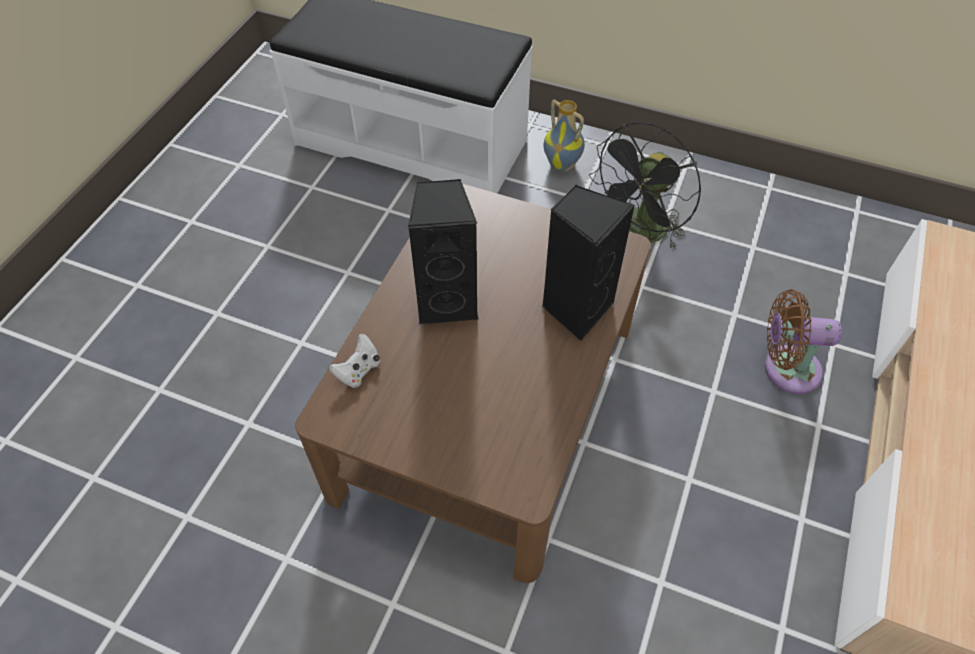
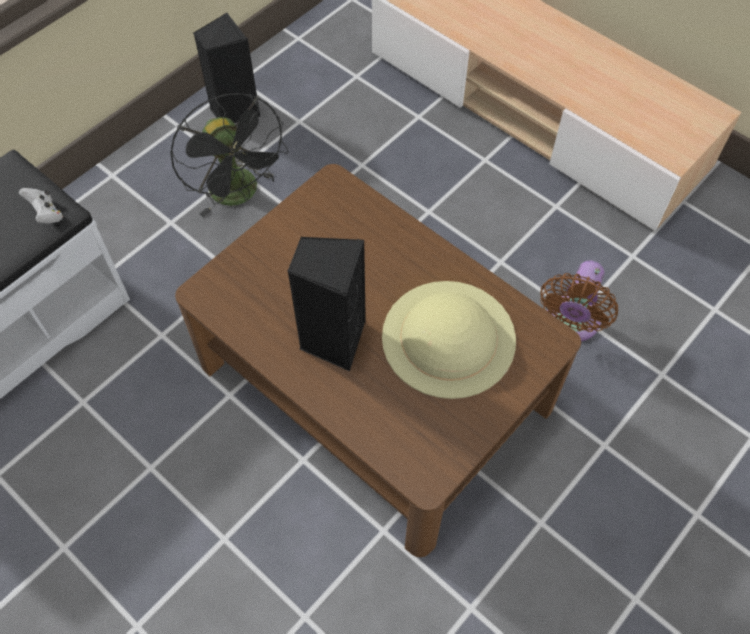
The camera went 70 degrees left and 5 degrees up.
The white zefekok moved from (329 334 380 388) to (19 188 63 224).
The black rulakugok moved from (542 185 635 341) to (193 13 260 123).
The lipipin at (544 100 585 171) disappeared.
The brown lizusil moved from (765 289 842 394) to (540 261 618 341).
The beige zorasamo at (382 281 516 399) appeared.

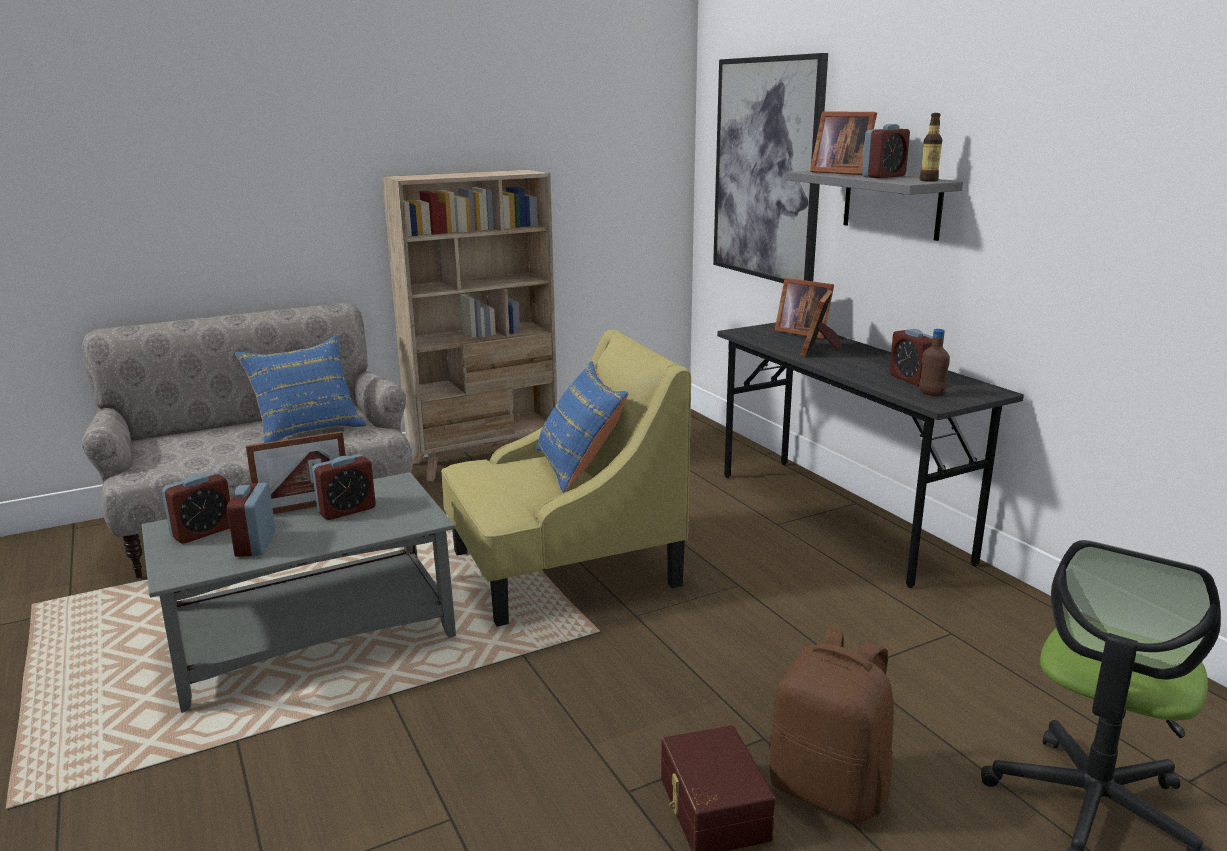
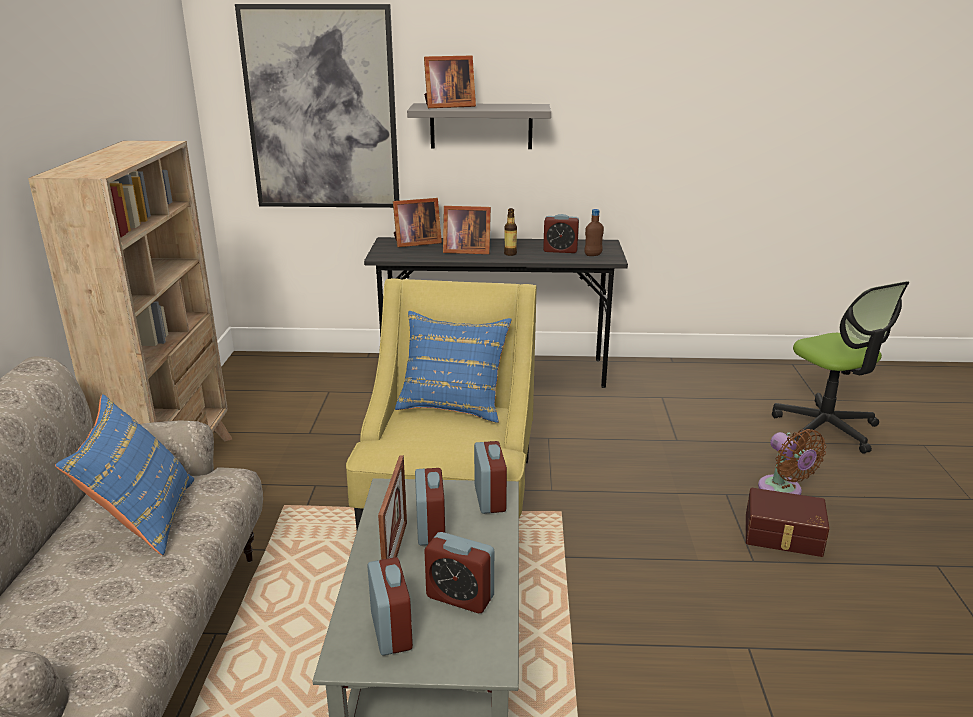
The camera went 60 degrees left and 5 degrees up.
The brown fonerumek at (769 629 894 823) was replaced by the brown lizusil at (758 429 826 495).
The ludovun at (800 290 842 357) turned 45 degrees counterclockwise.
The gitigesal moved from (862 124 910 178) to (474 441 507 514).
The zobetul moved from (920 113 942 182) to (504 208 517 256).

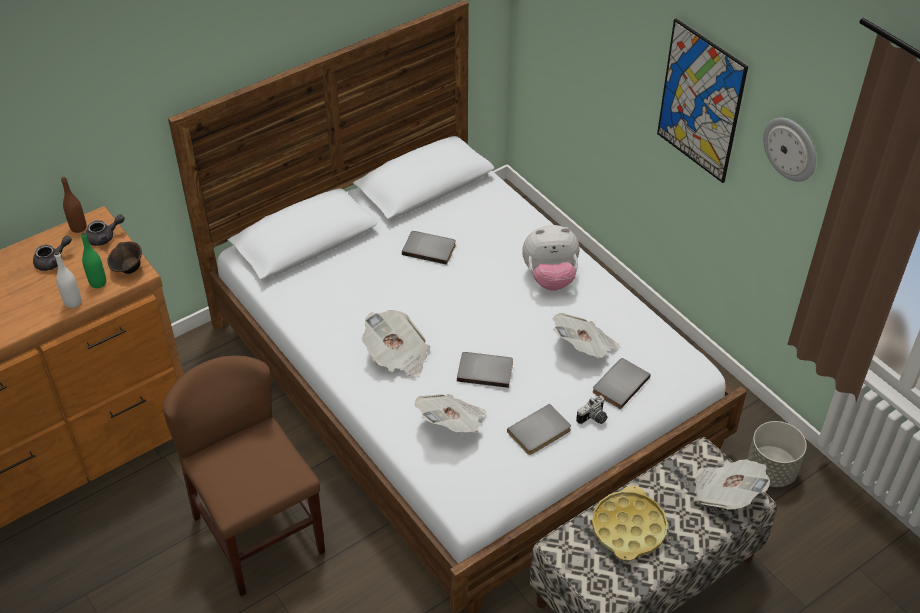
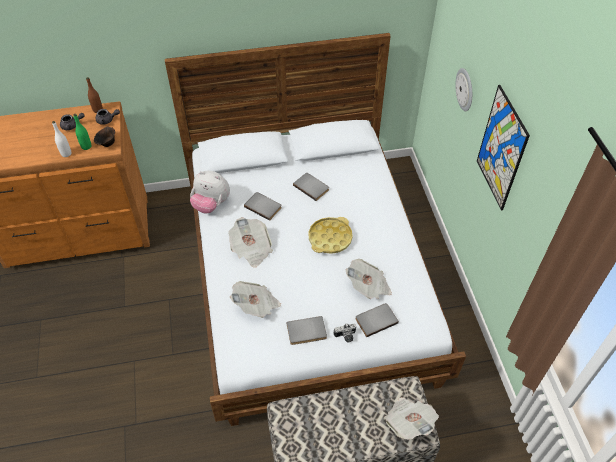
The camera went 25 degrees right and 5 degrees up.
The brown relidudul at (163 355 325 597) disappeared.
The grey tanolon moved from (457 352 513 388) to (244 192 282 221).
The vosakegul moved from (522 225 579 291) to (190 171 230 214).
The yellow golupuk moved from (592 485 668 561) to (308 217 353 254).
The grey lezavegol at (747 421 807 487) disappeared.
The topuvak moved from (763 118 816 182) to (455 68 472 111).

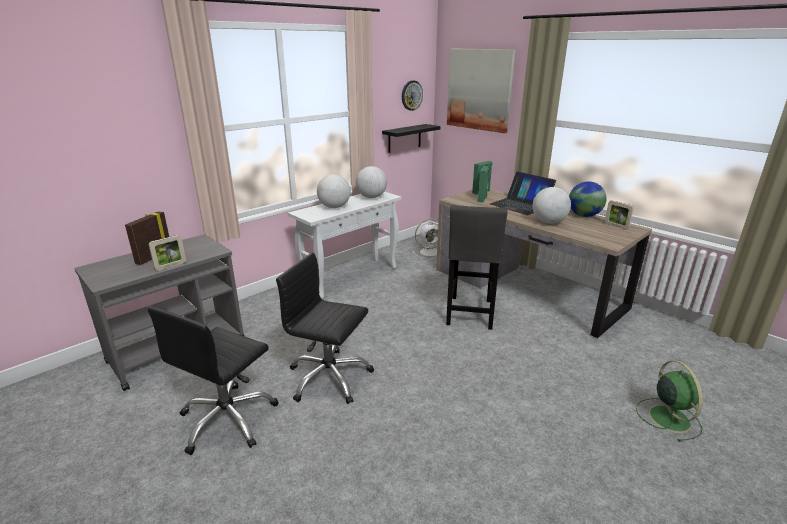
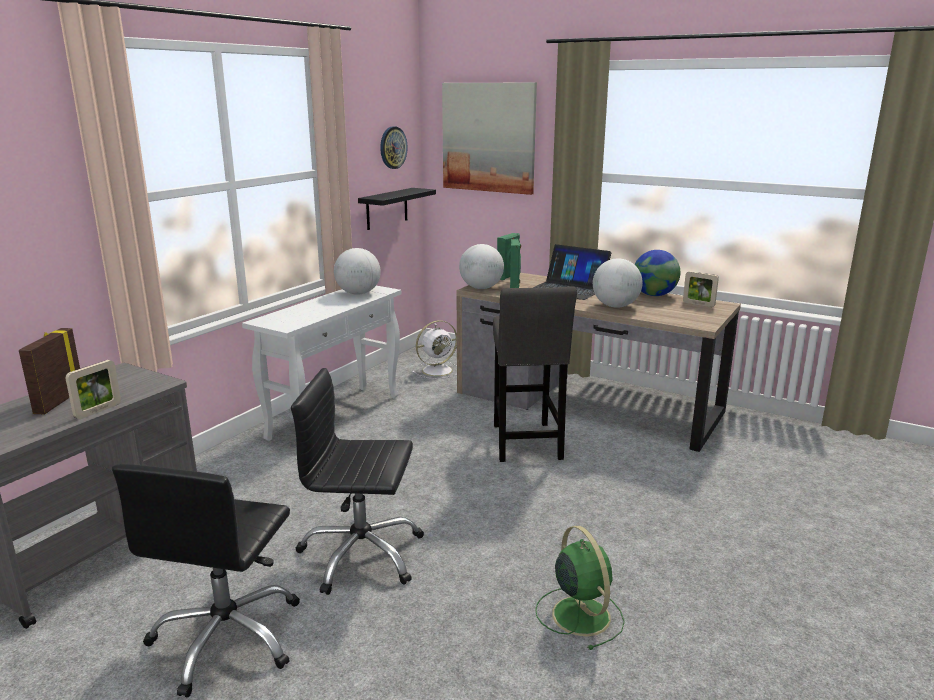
The camera went 15 degrees left and 5 degrees down.
The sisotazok moved from (317 174 350 208) to (459 244 504 289).
The green lizusil moved from (636 360 703 442) to (535 526 625 650).

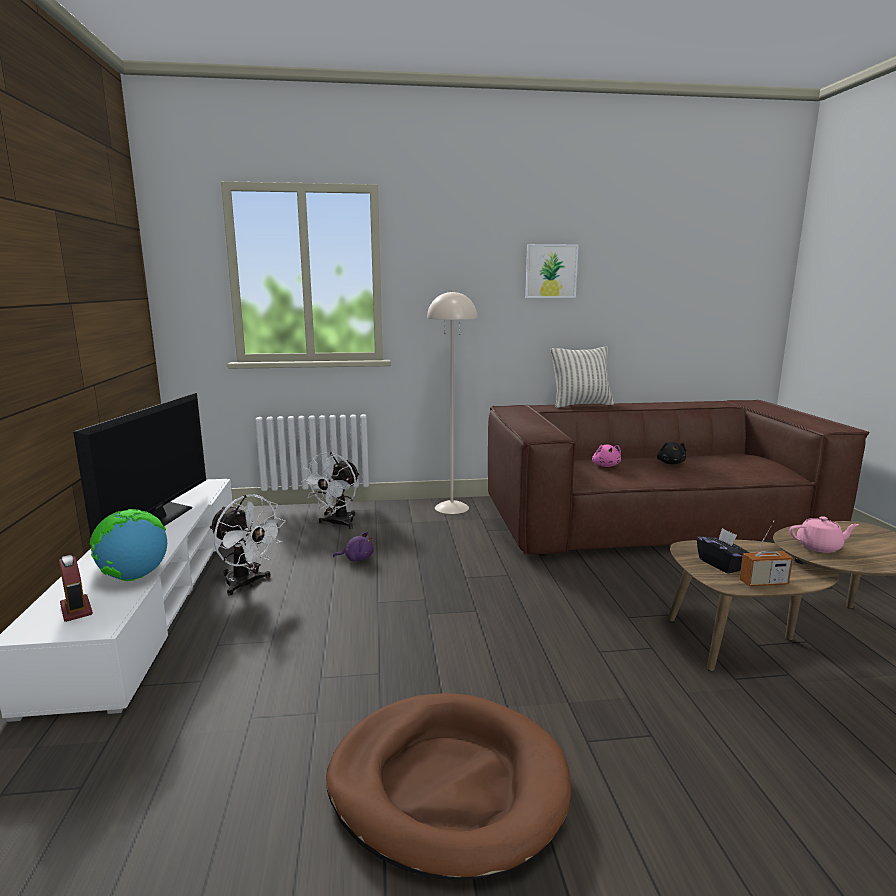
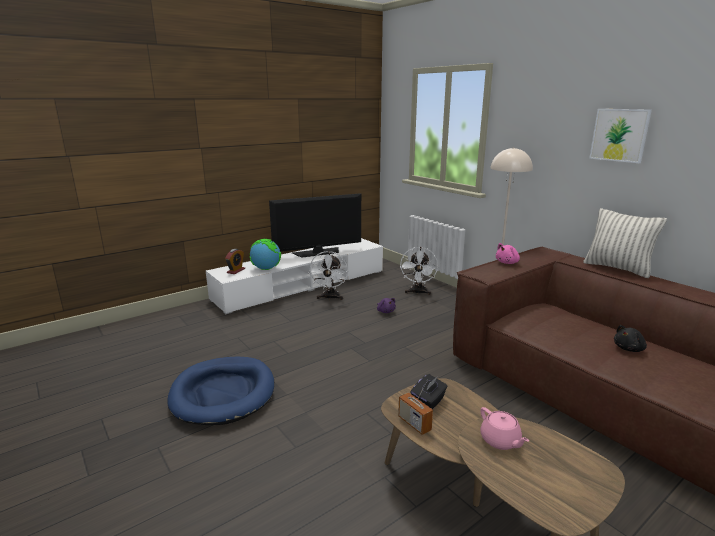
The camera went 60 degrees right and 5 degrees up.
The white lizusil at (301 452 360 529) turned 75 degrees counterclockwise.
The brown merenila at (326 693 571 881) became the blue merenila at (167 356 274 425).
The pink vosakegul moved from (592 444 621 467) to (496 243 520 264).

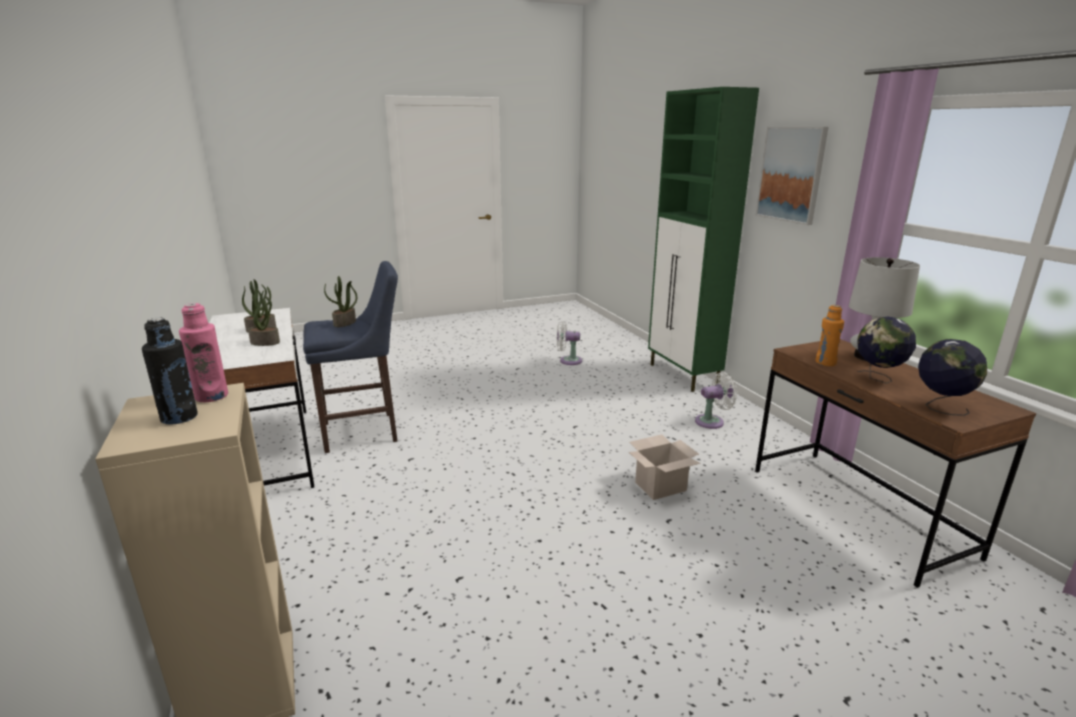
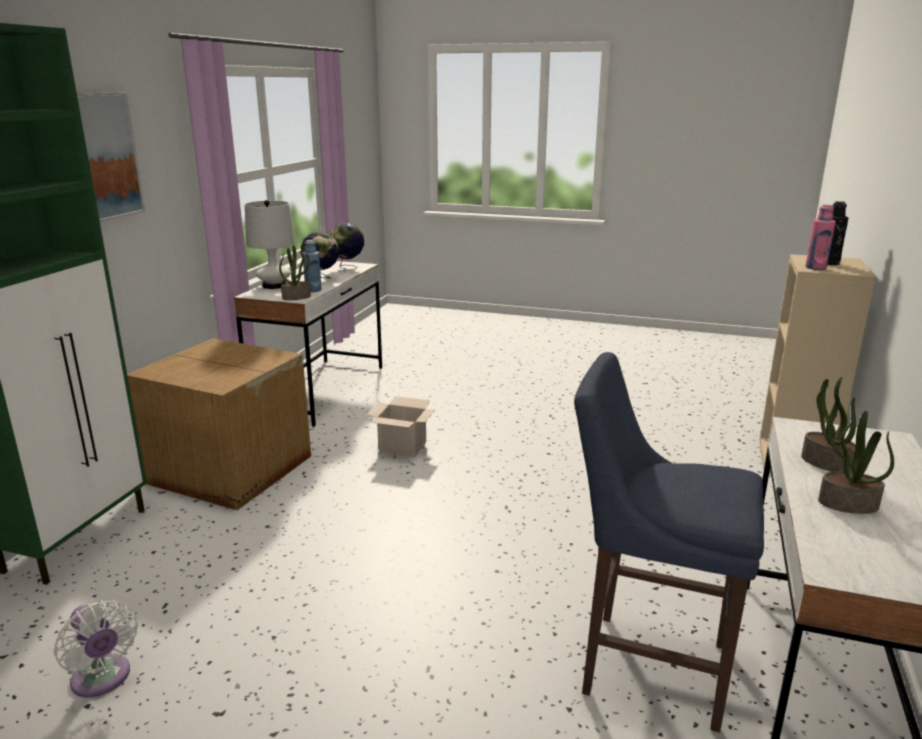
The camera went 140 degrees left and 0 degrees up.
The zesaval moved from (324 276 357 327) to (279 246 311 300).
The white lizusil at (695 372 738 429) was replaced by the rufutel at (127 338 311 510).
The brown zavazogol at (755 339 1036 588) became the white zavazogol at (234 261 382 427).
The orange zobetul at (816 305 844 366) became the blue zobetul at (302 240 322 292).

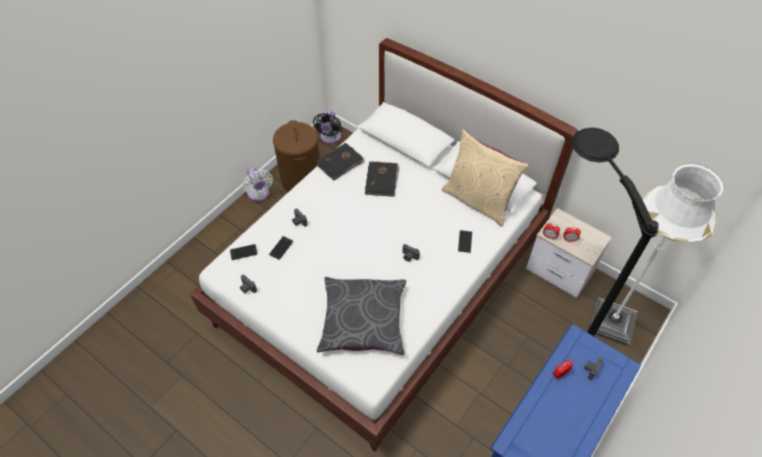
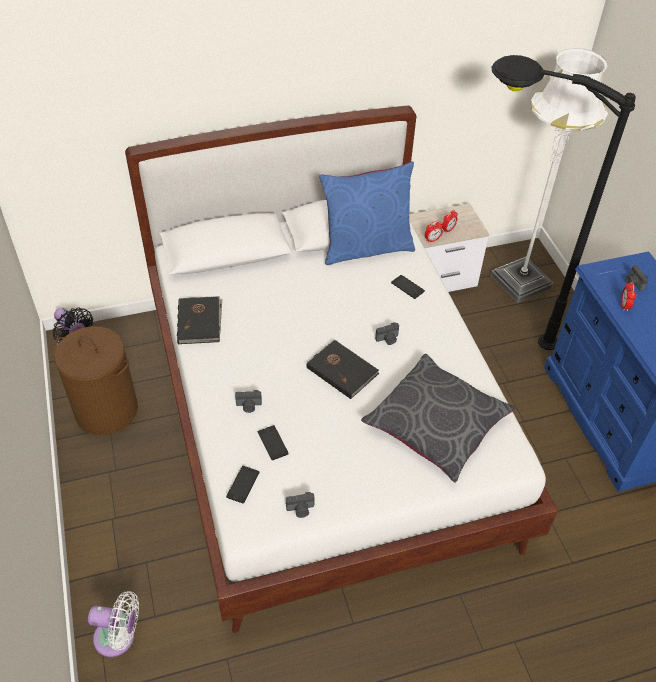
The camera went 55 degrees left and 5 degrees down.
The white lizusil moved from (243 167 273 201) to (88 591 139 657).
The black tanolon moved from (365 162 400 197) to (306 339 379 399).
The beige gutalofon at (442 129 529 227) became the blue gutalofon at (319 161 415 265).

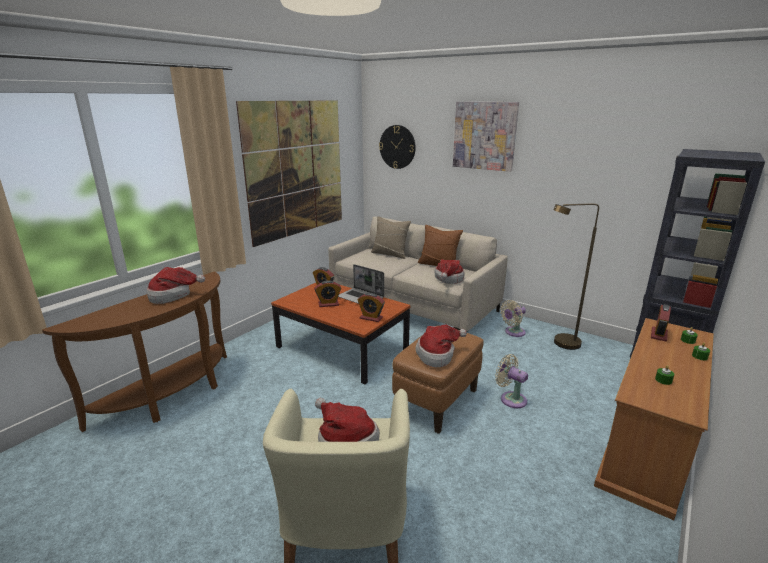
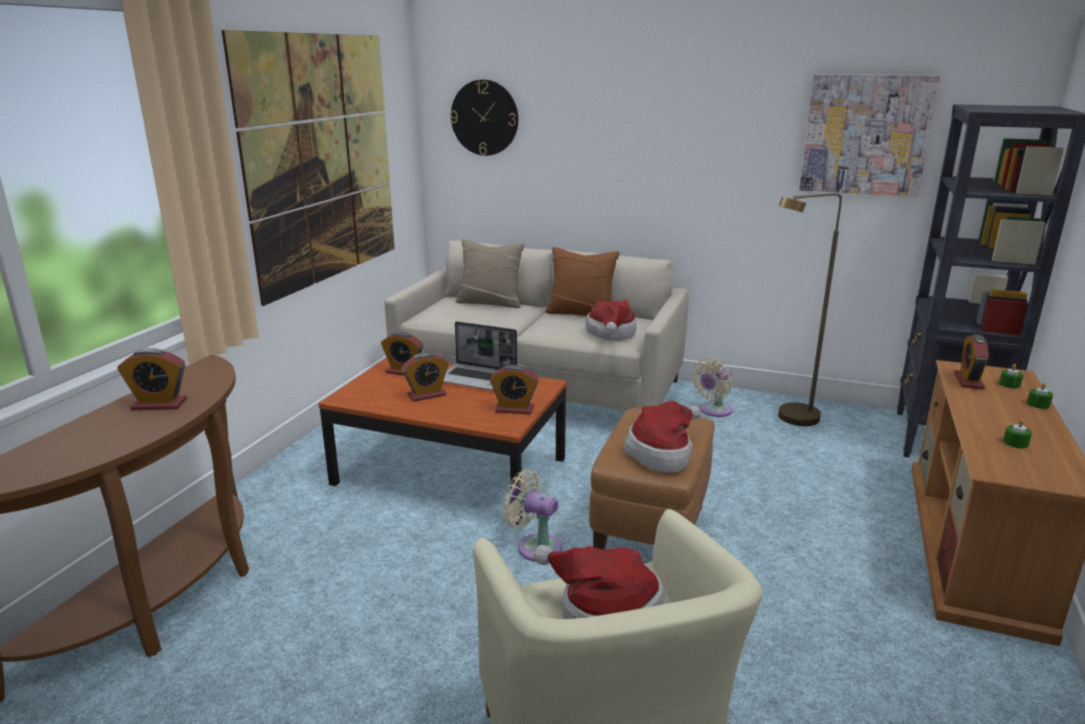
The camera went 15 degrees left and 0 degrees up.
The zorasamo at (147 267 205 304) was replaced by the gitigesal at (117 348 187 410).
The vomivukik moved from (453 102 519 172) to (799 74 940 197).
The beige lizusil moved from (495 354 528 408) to (503 469 562 562).

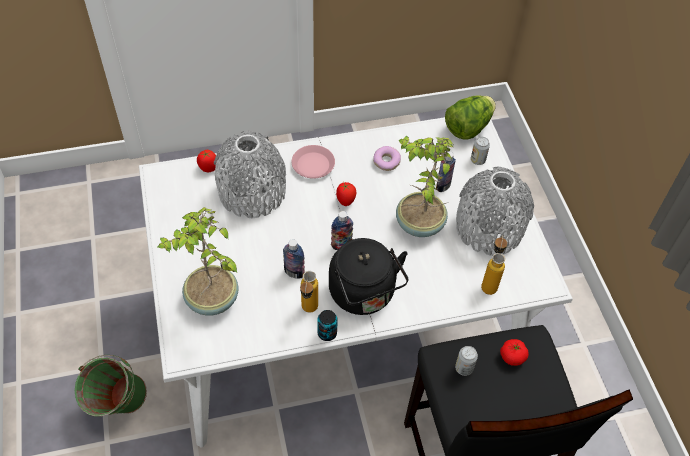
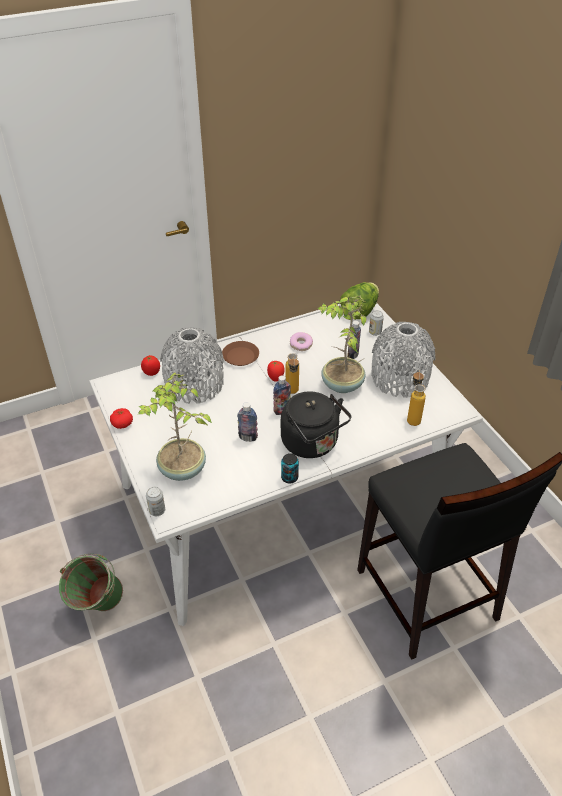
The camera went 10 degrees left and 10 degrees down.
The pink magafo at (292 145 335 178) became the brown magafo at (222 341 259 366).
The zobetul moved from (300 271 318 313) to (286 353 299 394).
The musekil moved from (455 346 478 376) to (146 487 165 516).
The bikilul moved from (500 339 529 366) to (110 408 133 429).

